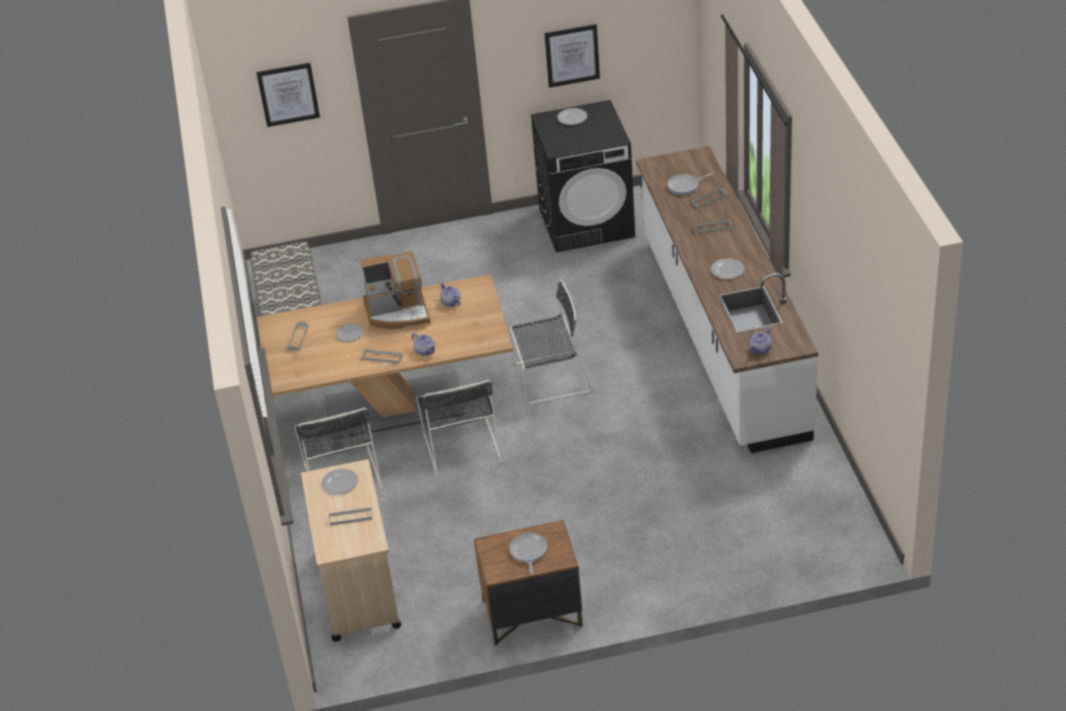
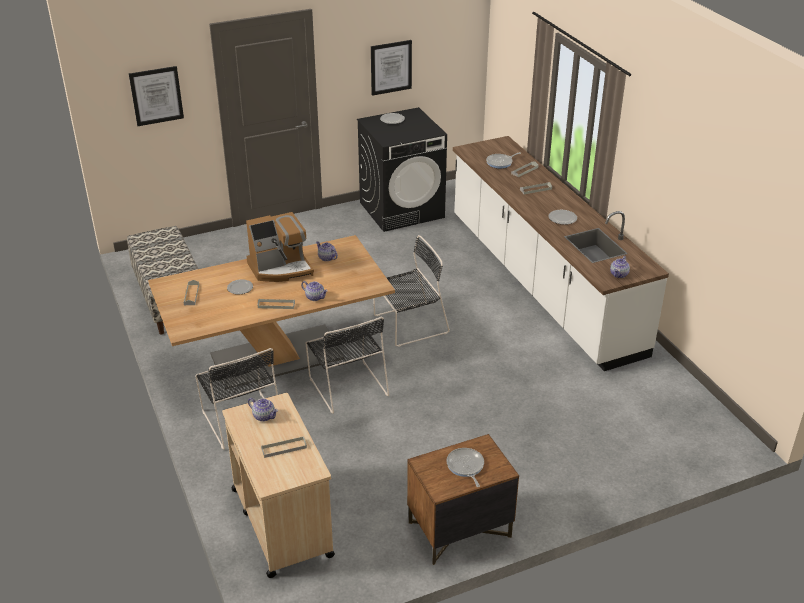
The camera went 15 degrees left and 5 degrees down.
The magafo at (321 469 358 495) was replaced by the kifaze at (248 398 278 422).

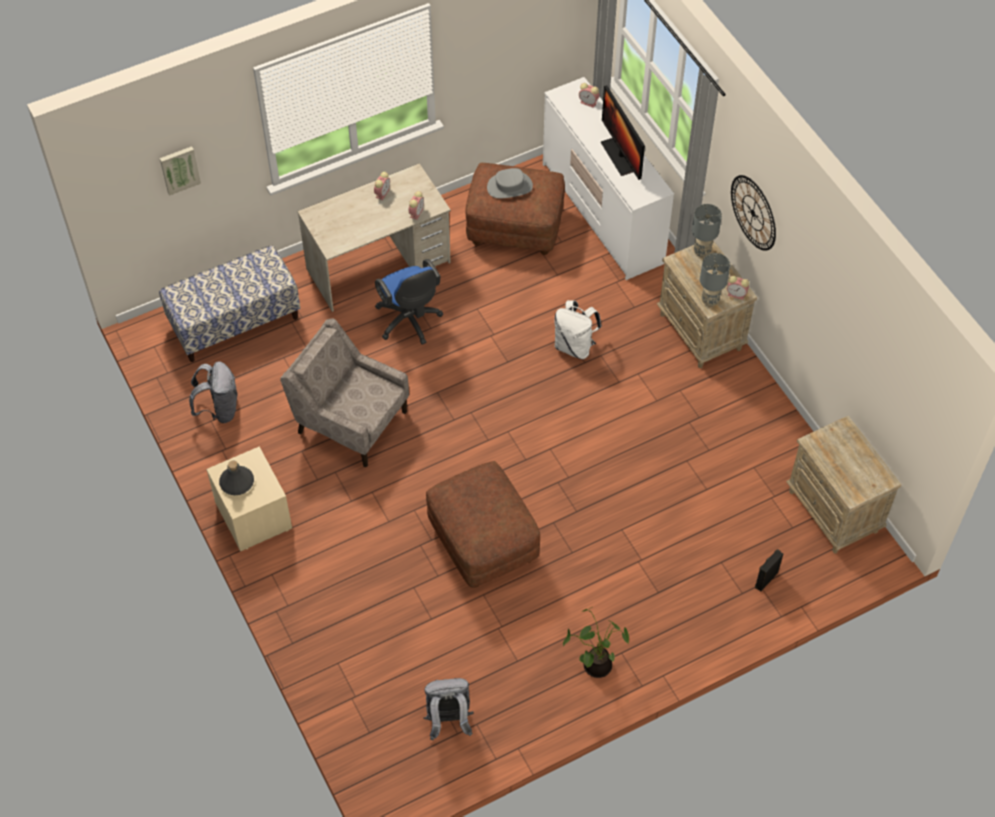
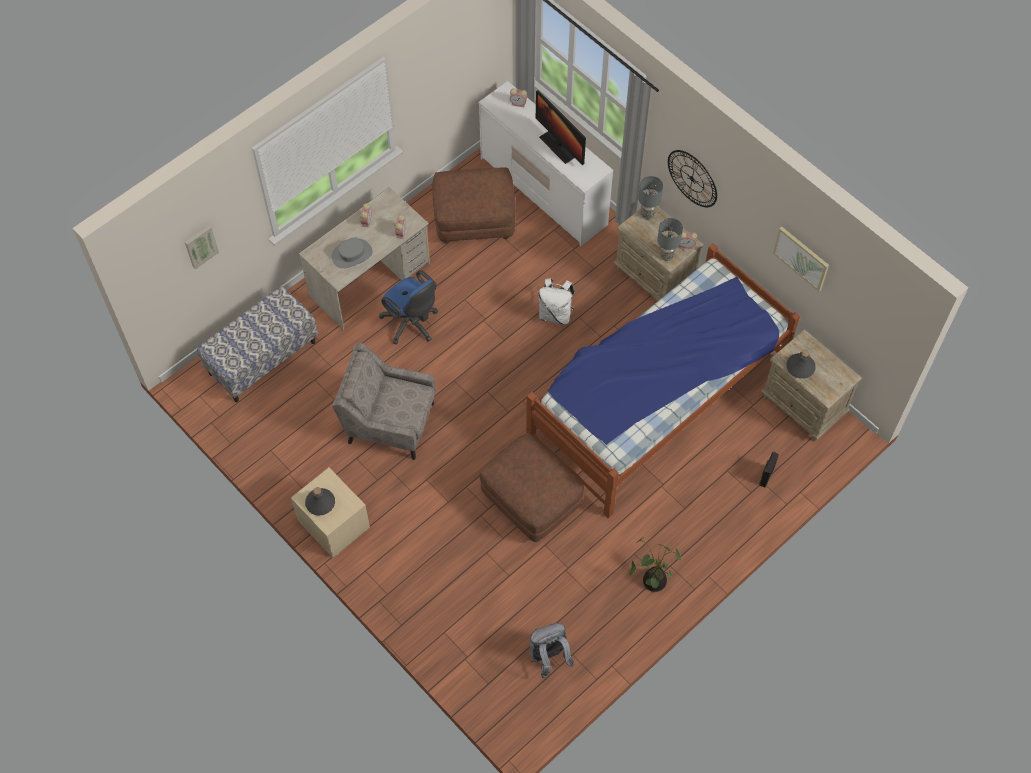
The camera went 15 degrees left and 5 degrees up.
The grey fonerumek at (189 361 238 423) disappeared.
The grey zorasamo moved from (487 168 533 198) to (332 238 372 268).
The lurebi at (526 243 800 518) appeared.
The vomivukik at (773 227 829 291) appeared.
The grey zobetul at (786 350 816 379) appeared.

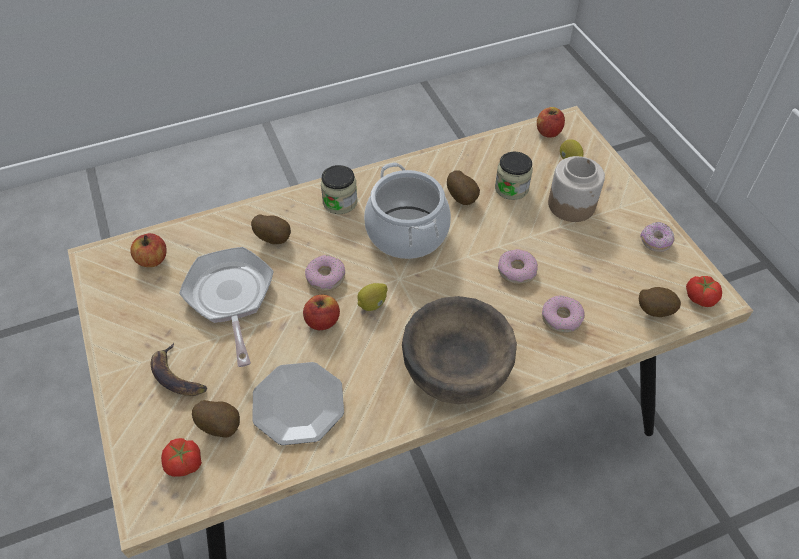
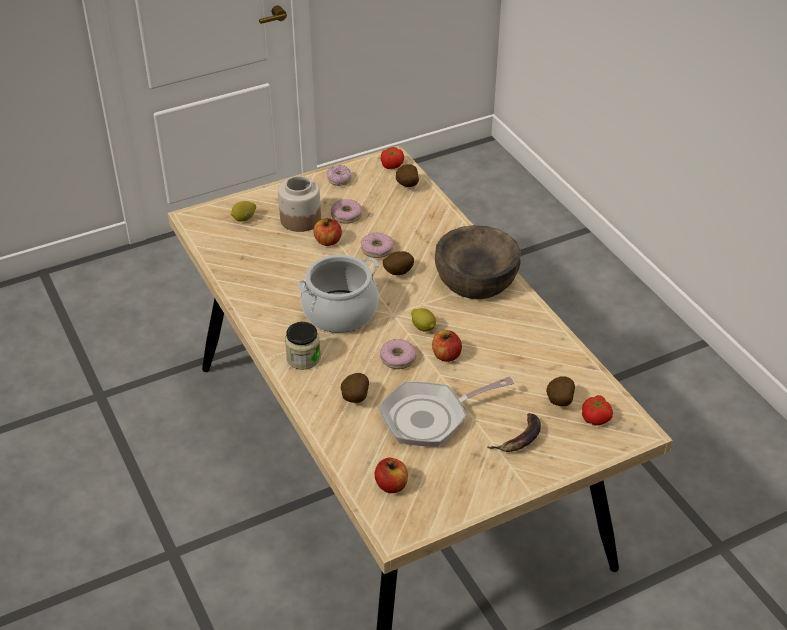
The camera went 95 degrees left and 10 degrees down.
The magafo at (252 362 344 445) disappeared.
The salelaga moved from (447 170 480 205) to (383 251 414 275).
The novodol at (495 152 533 200) disappeared.
The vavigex moved from (537 107 565 138) to (313 218 342 246).
The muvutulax moved from (542 295 585 333) to (331 199 362 224).

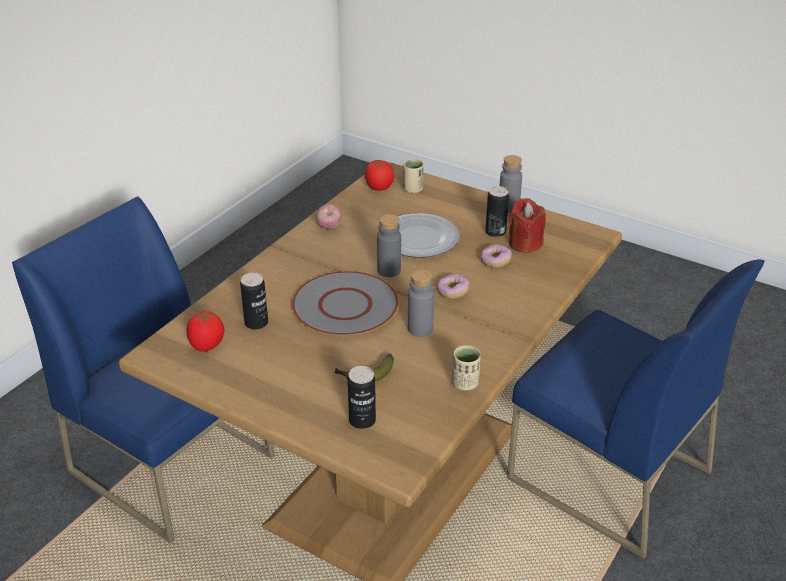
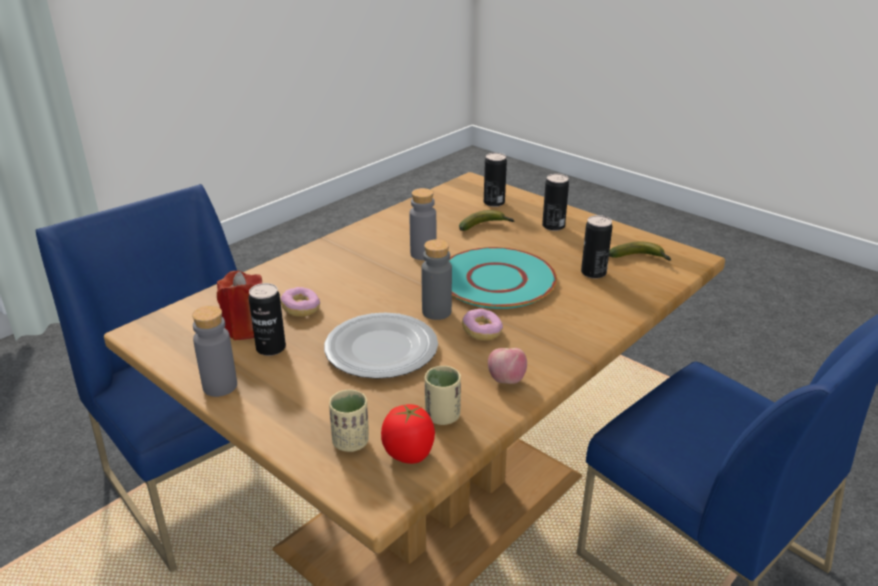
The camera went 170 degrees left and 5 degrees down.
The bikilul at (187 311 224 352) was replaced by the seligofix at (609 242 672 261).
The grey magafo at (292 271 399 336) became the turquoise magafo at (448 247 557 309).
The muvutulax moved from (437 274 470 299) to (462 309 503 341).
The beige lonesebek moved from (452 345 481 391) to (425 366 461 425).
The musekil at (542 174 569 231) appeared.

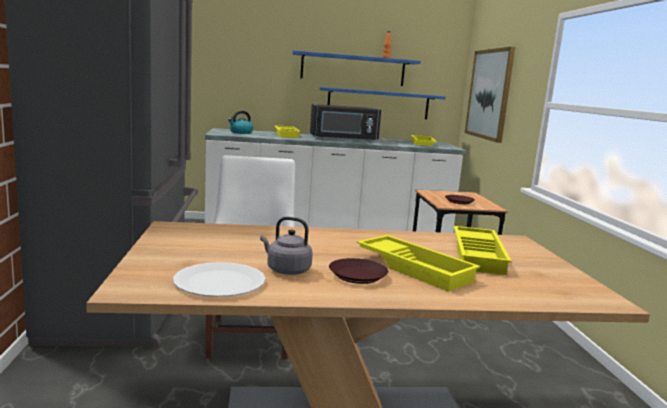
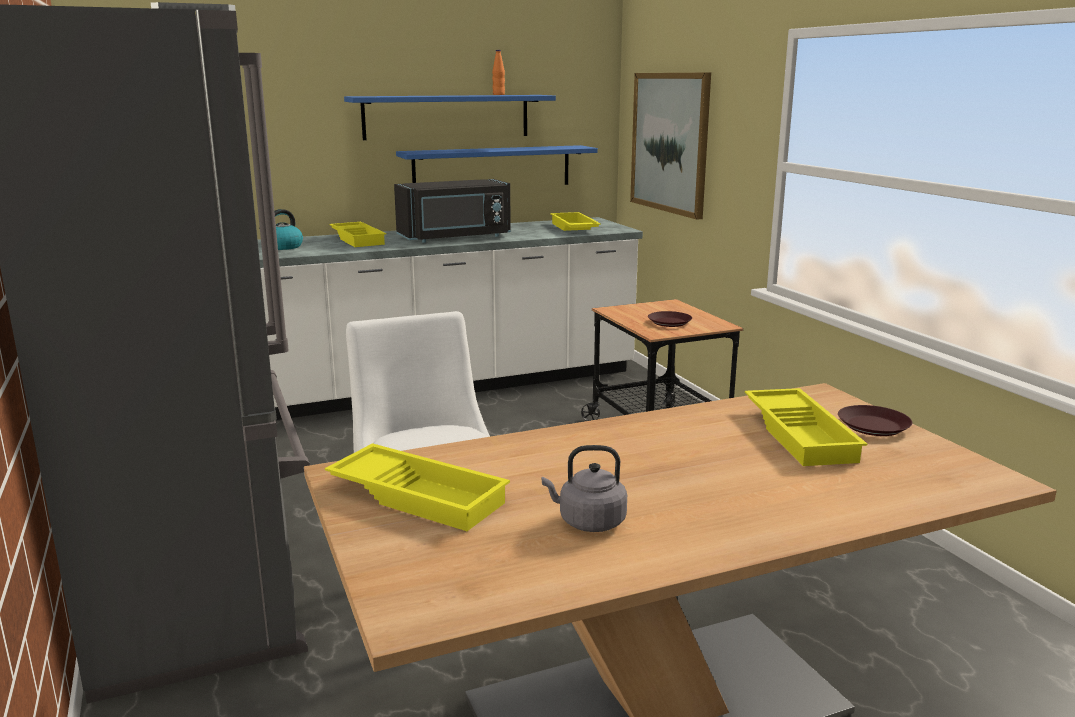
The camera went 15 degrees left and 5 degrees up.
The white magafo at (173 262 265 297) disappeared.
The brown magafo moved from (329 258 388 284) to (838 405 912 436).
The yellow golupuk moved from (357 235 480 292) to (325 443 510 531).

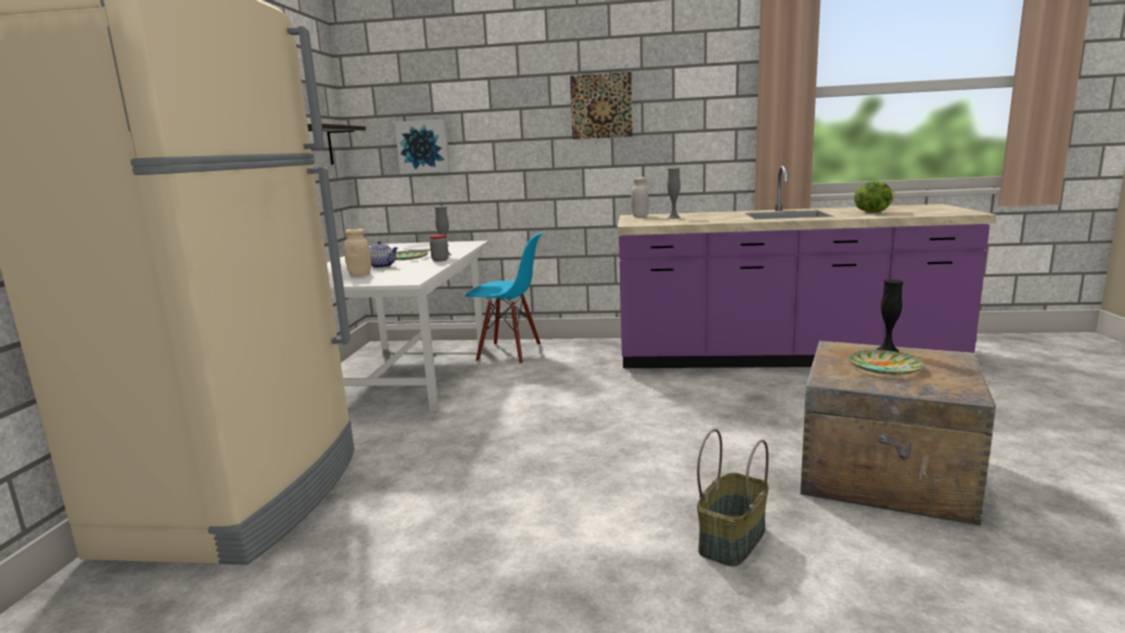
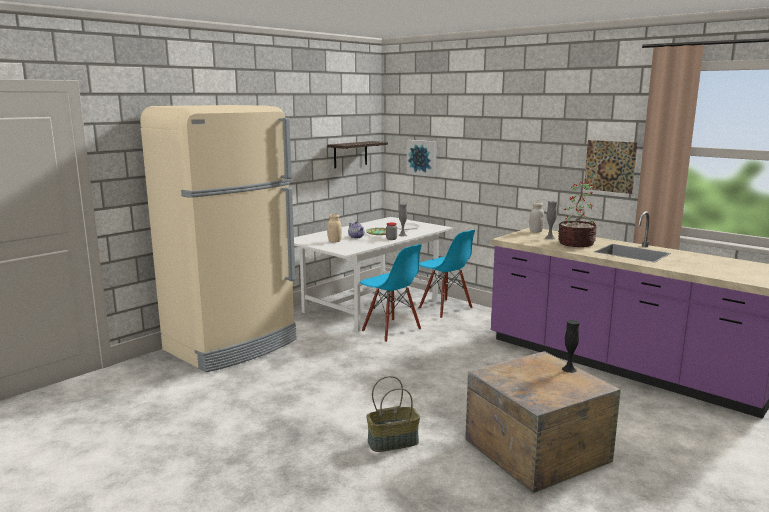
The camera went 35 degrees right and 0 degrees up.
The vomivukik moved from (570 72 633 139) to (584 140 638 194).
The magafo at (849 350 924 375) disappeared.
The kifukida at (854 181 895 213) disappeared.
The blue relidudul at (360 244 422 342) appeared.
The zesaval at (558 181 597 247) appeared.

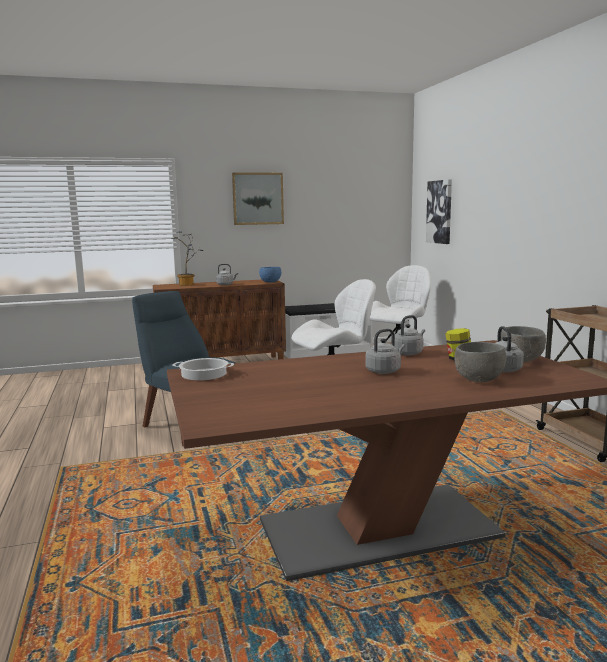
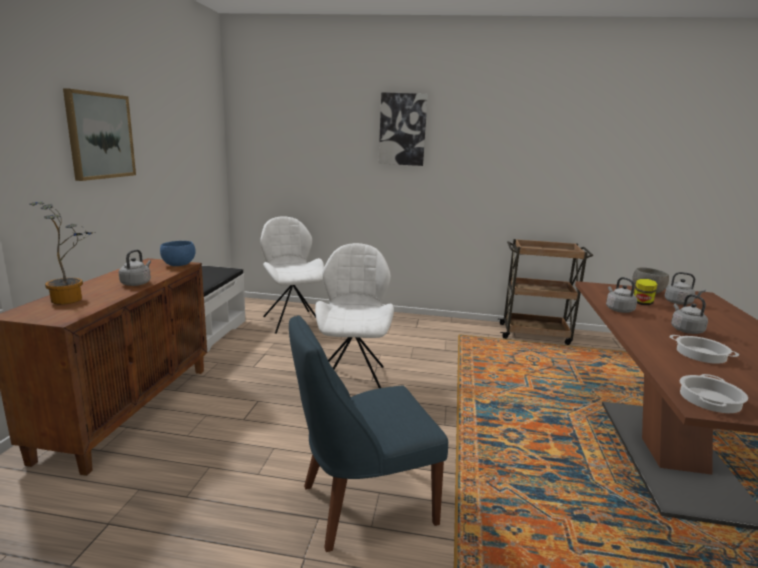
The camera went 65 degrees left and 5 degrees up.
The vomivukik moved from (426 179 452 244) to (378 92 428 166).
The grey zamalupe at (454 342 506 382) disappeared.
The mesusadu at (669 335 739 364) appeared.

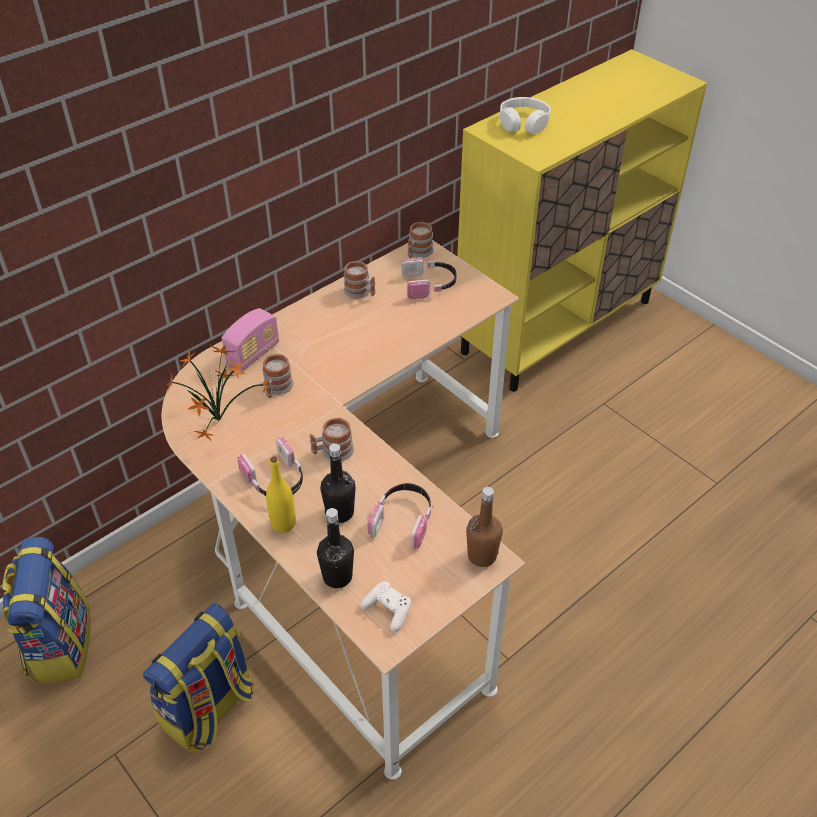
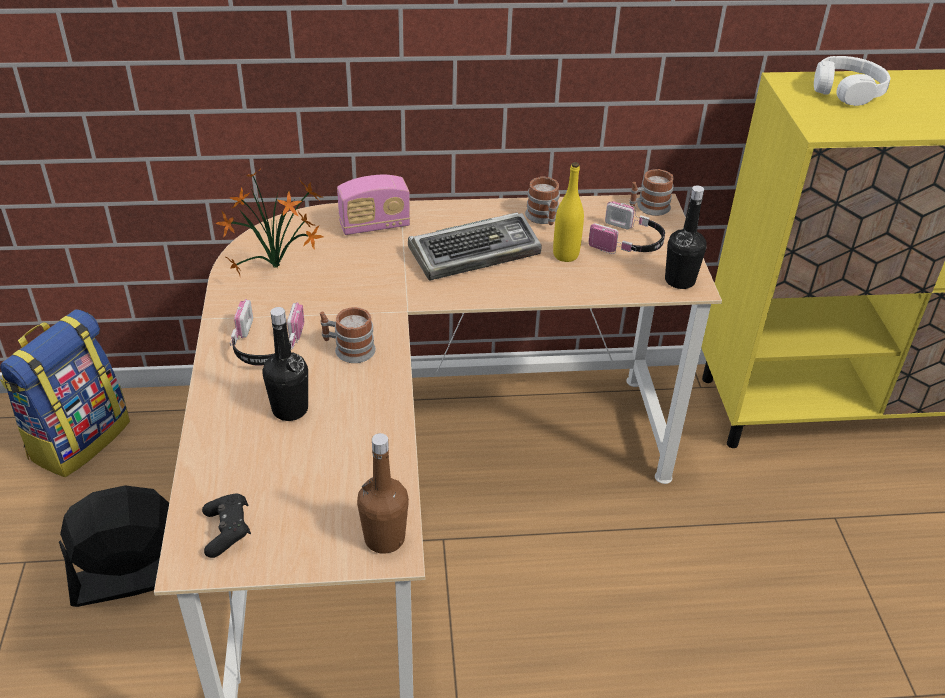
The camera went 35 degrees right and 5 degrees down.
The fonerumek at (143 604 254 754) was replaced by the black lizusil at (59 485 169 607).
The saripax at (262 354 294 398) disappeared.
The yellow zobetul moved from (266 456 296 533) to (553 162 584 262).
The black zobetul moved from (317 508 354 588) to (665 186 707 289).
The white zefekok at (361 582 411 632) became the black zefekok at (202 494 251 558).
The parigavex at (368 483 433 549) disappeared.
The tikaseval at (408 213 542 280) appeared.

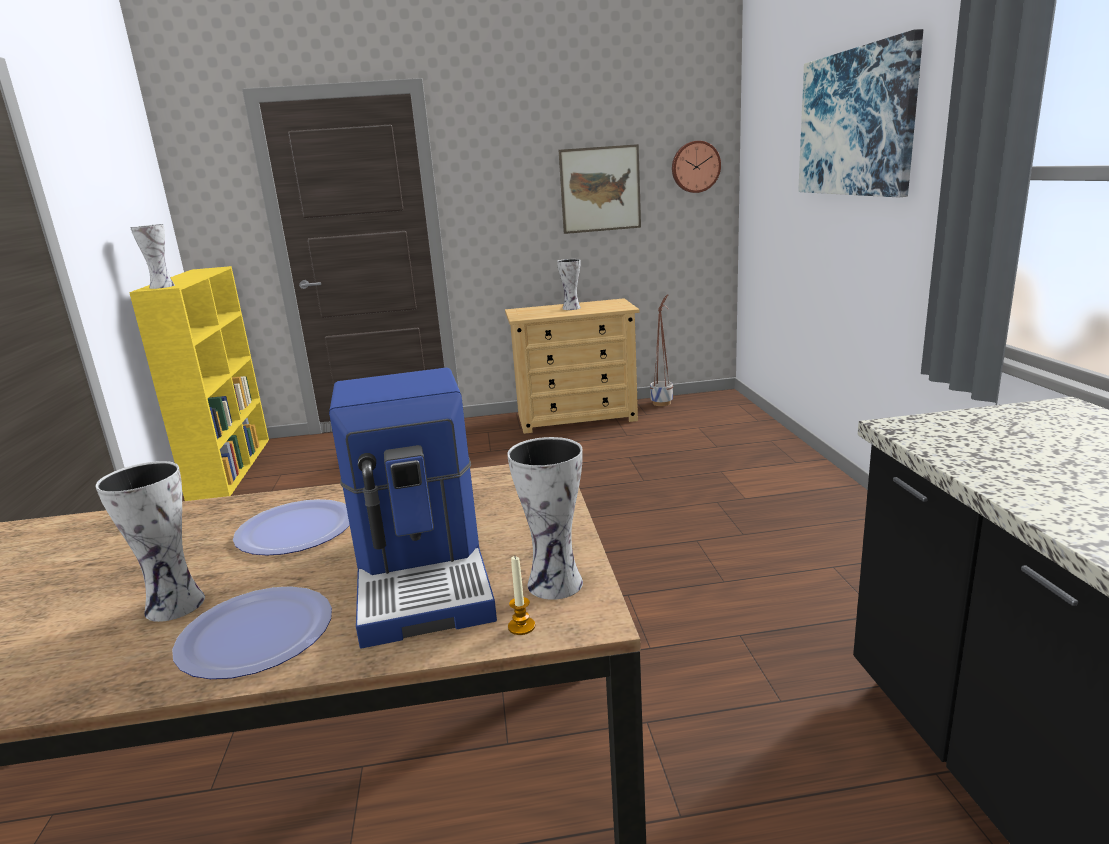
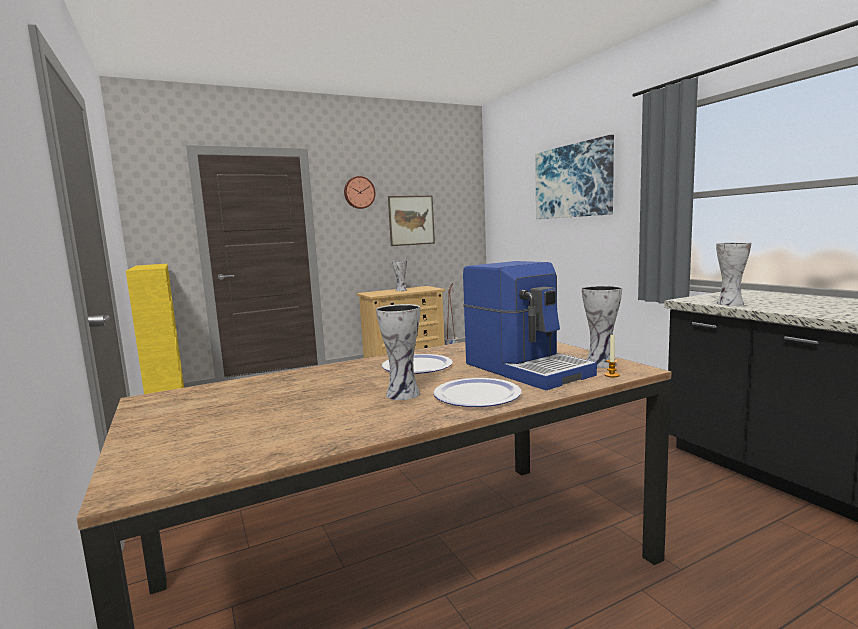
The camera went 20 degrees left and 10 degrees down.
The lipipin moved from (130 224 175 289) to (716 242 751 306).
The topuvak moved from (672 141 721 193) to (344 176 376 209).

